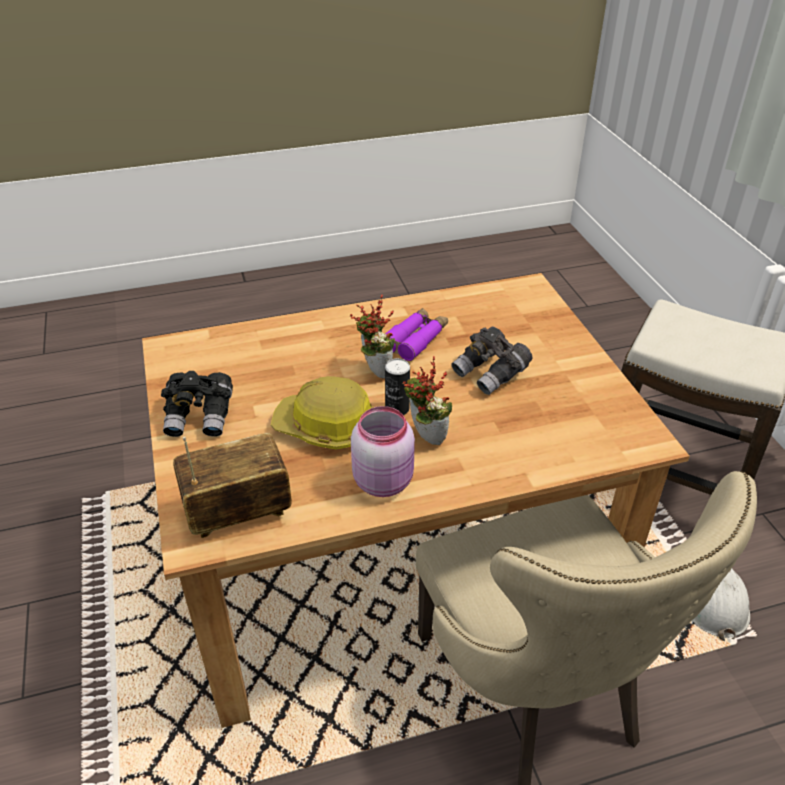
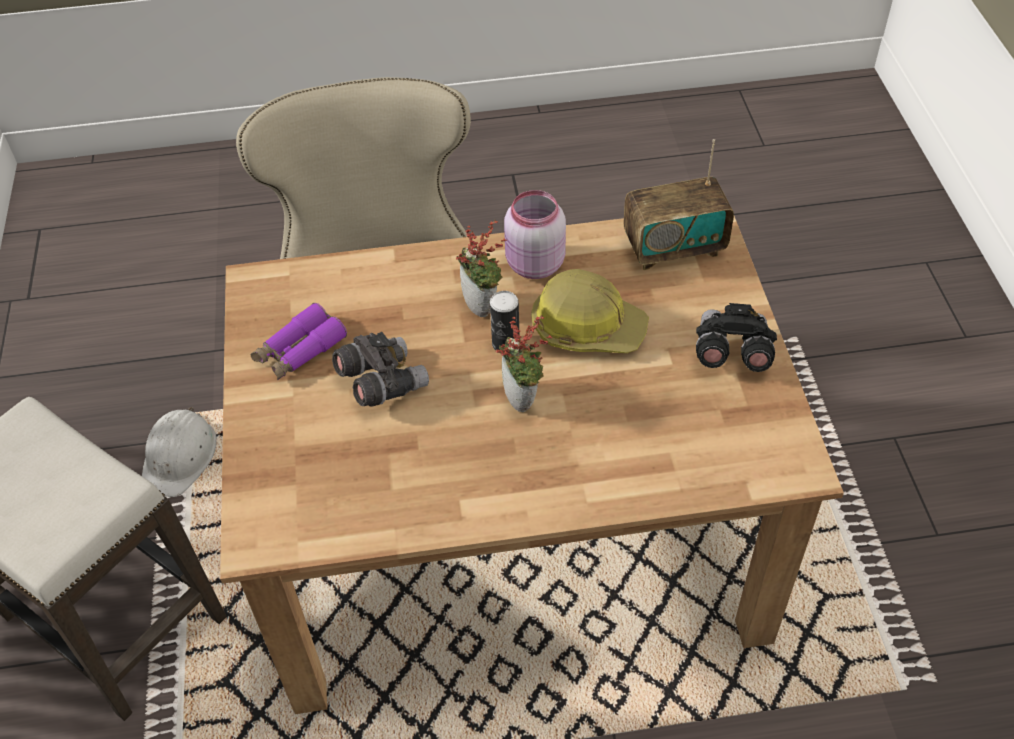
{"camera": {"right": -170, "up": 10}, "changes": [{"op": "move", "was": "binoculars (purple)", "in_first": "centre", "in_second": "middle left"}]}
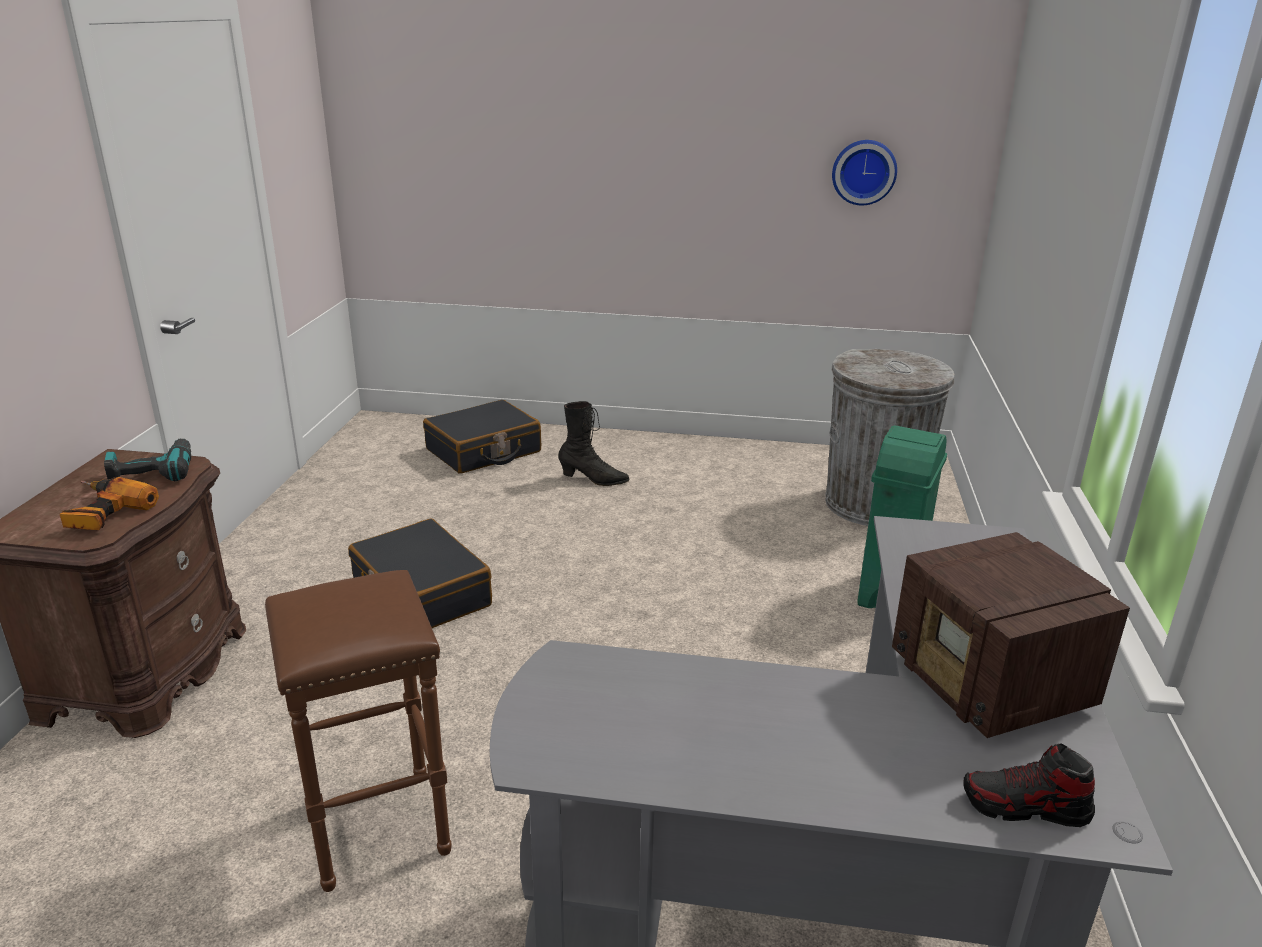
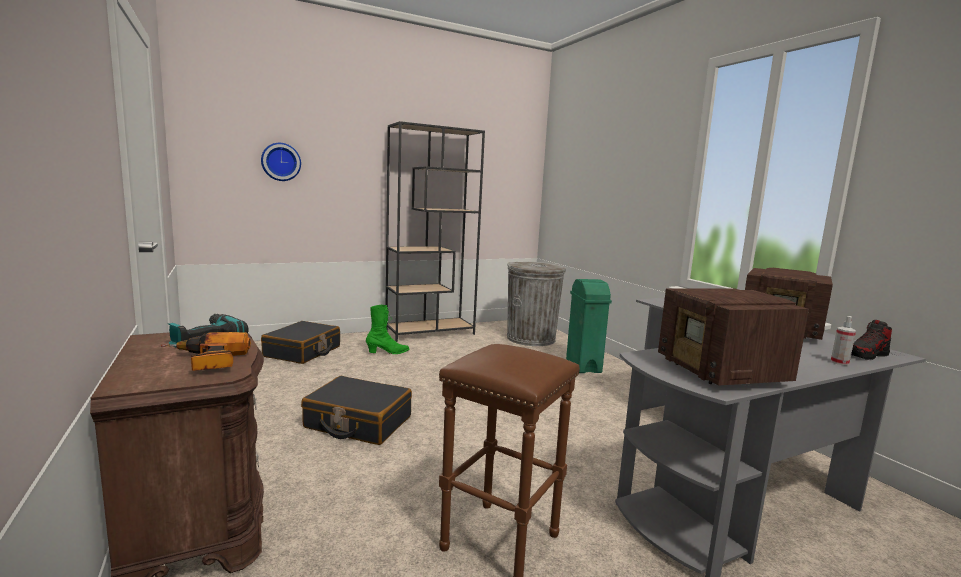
{"camera": {"right": -35, "up": -15}, "changes": [{"op": "move", "was": "wall clock", "in_first": "top right", "in_second": "top left"}, {"op": "recolor", "was": "boot (black)", "now": "boot (green)", "in_first": "centre", "in_second": "centre"}, {"op": "insert", "now": "bookcase", "in_second": "centre"}, {"op": "insert", "now": "radio (1st from left)", "in_second": "middle right"}, {"op": "insert", "now": "spray bottle", "in_second": "middle right"}]}
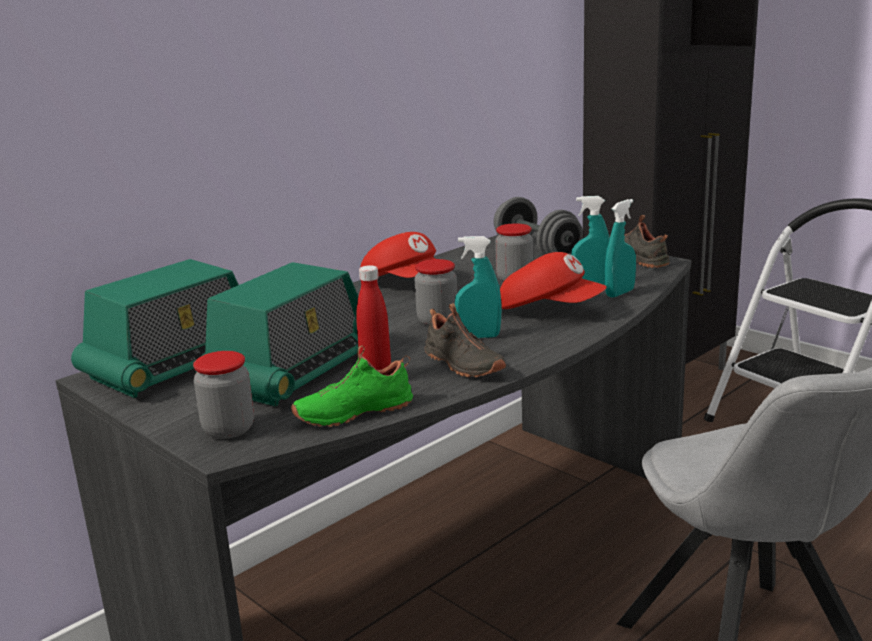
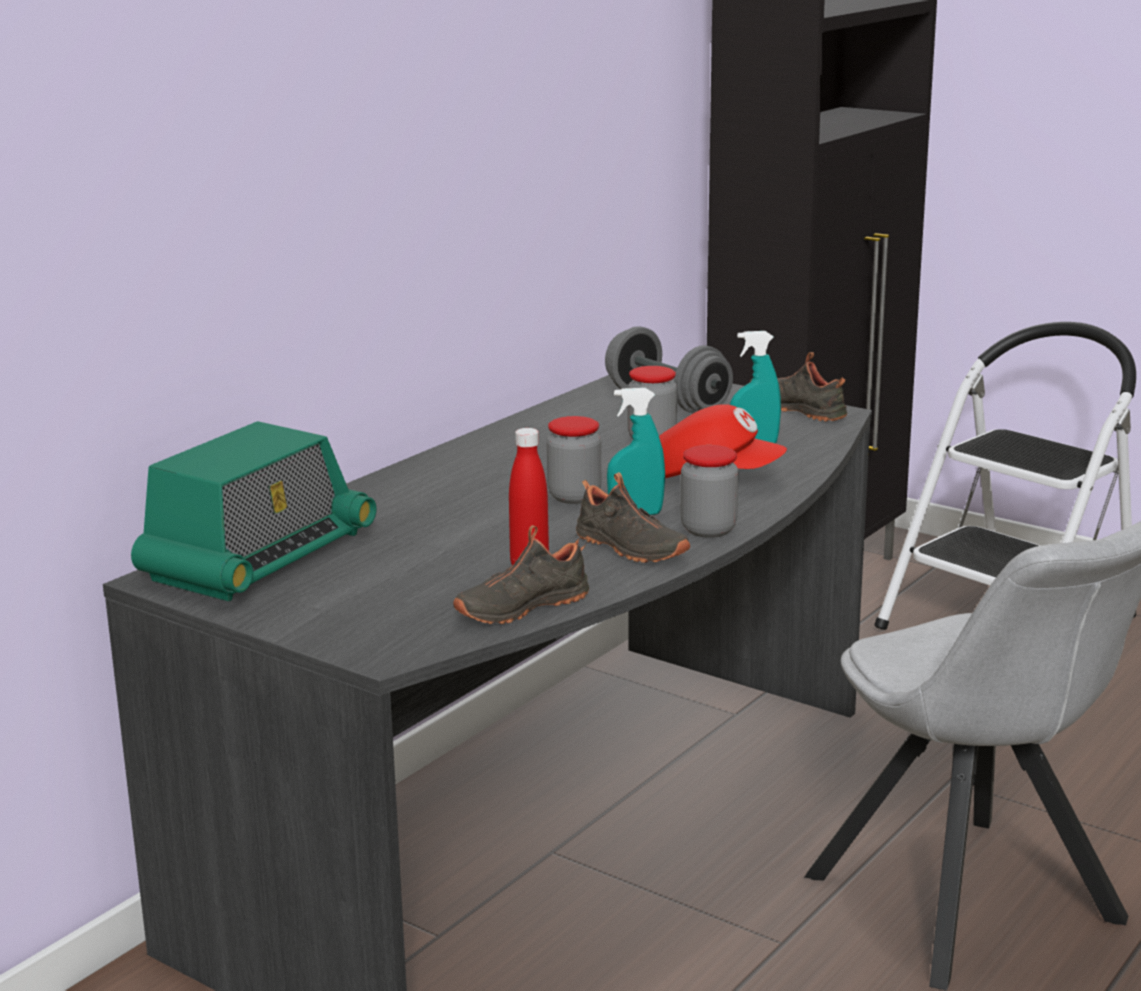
{"camera": {"right": -10, "up": 0}, "changes": [{"op": "recolor", "was": "shoe (green)", "now": "shoe (black) (1st from left)", "in_first": "centre", "in_second": "centre"}, {"op": "move", "was": "jar (1st from left in the first image)", "now": "jar (3rd from left)", "in_first": "middle left", "in_second": "centre"}, {"op": "delete", "was": "radio (2nd from left)", "in_first": "middle left"}, {"op": "delete", "was": "cap (red) (1st from left)", "in_first": "centre"}, {"op": "delete", "was": "spray bottle (turquoise) (3rd from left)", "in_first": "middle right"}]}
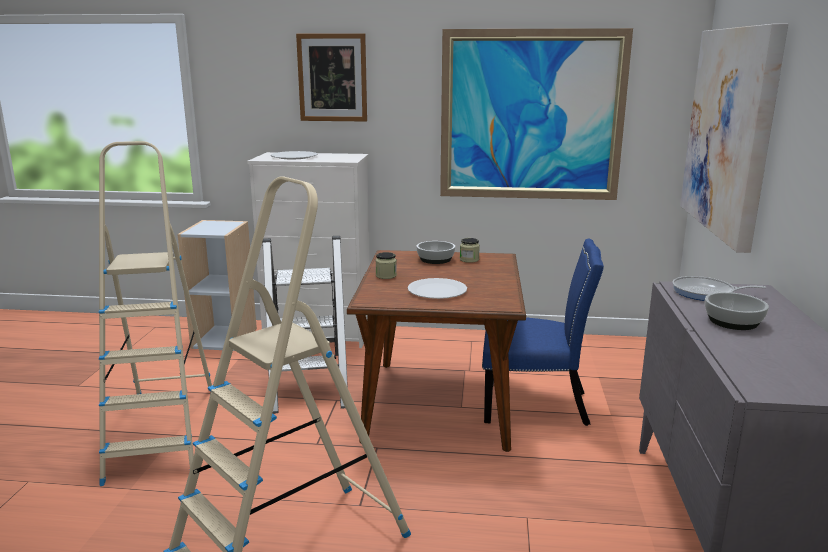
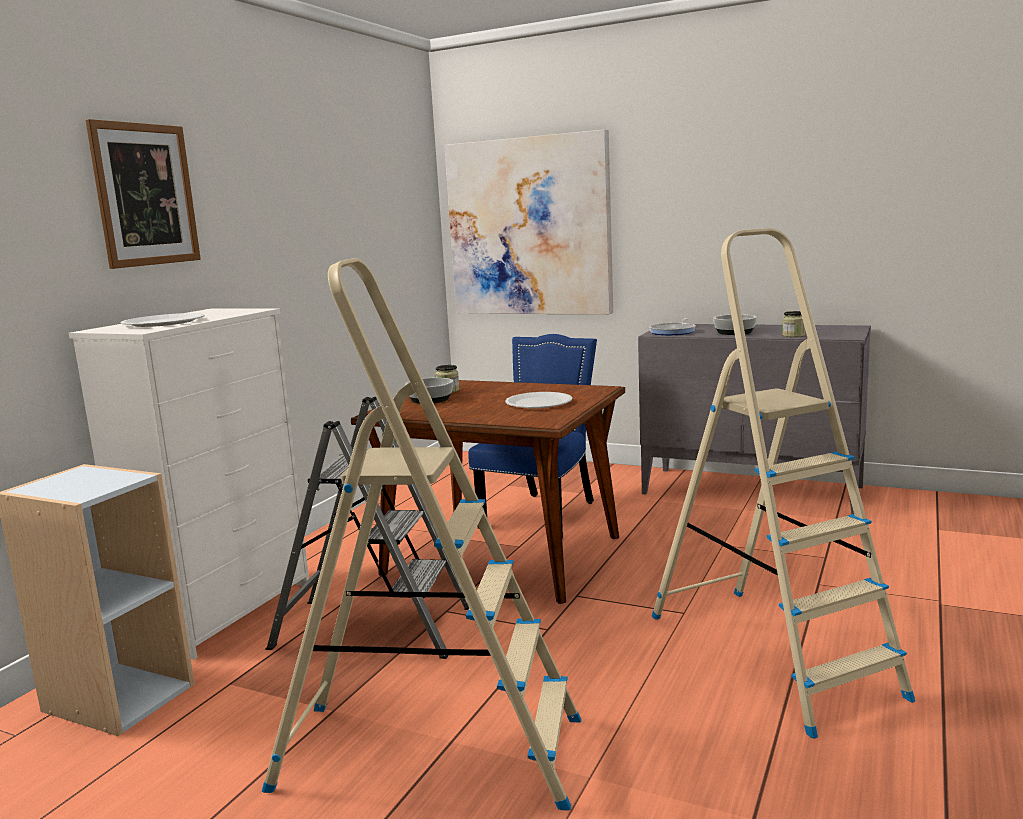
{"camera": {"right": -70, "up": -5}, "changes": [{"op": "move", "was": "jar (1st from left in the first image)", "now": "jar (2nd from left)", "in_first": "centre", "in_second": "middle right"}, {"op": "delete", "was": "picture (2nd from left)", "in_first": "top centre"}]}
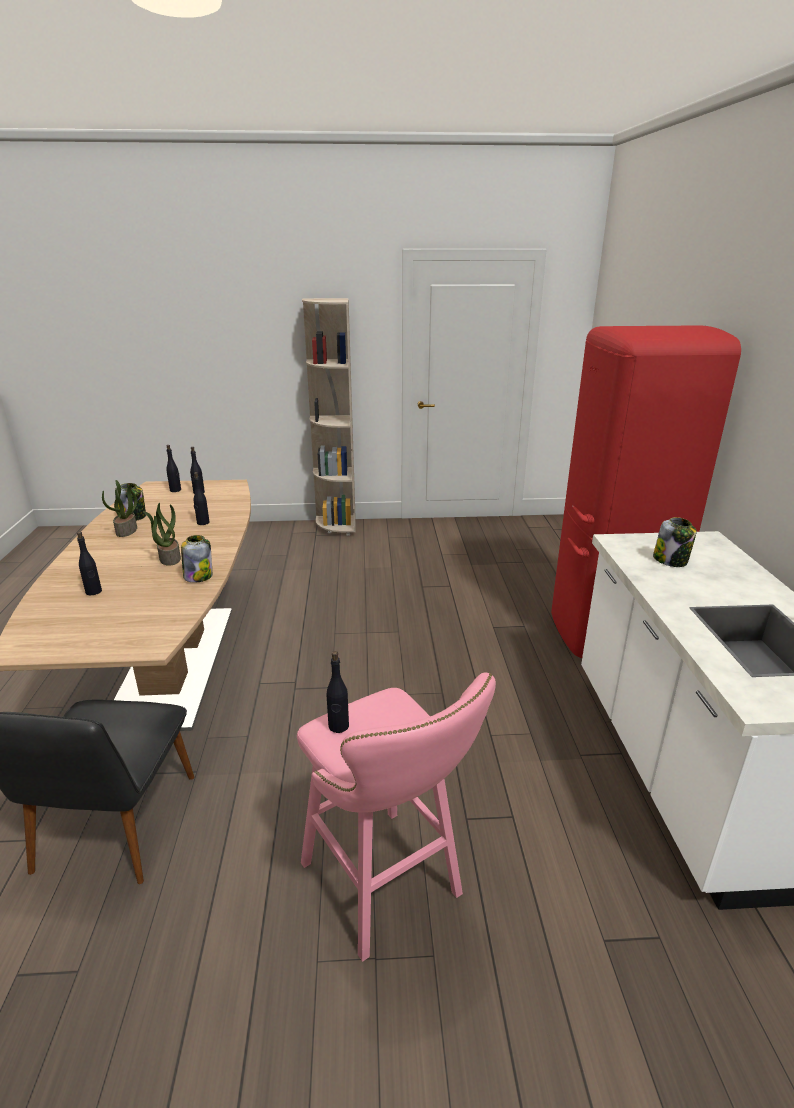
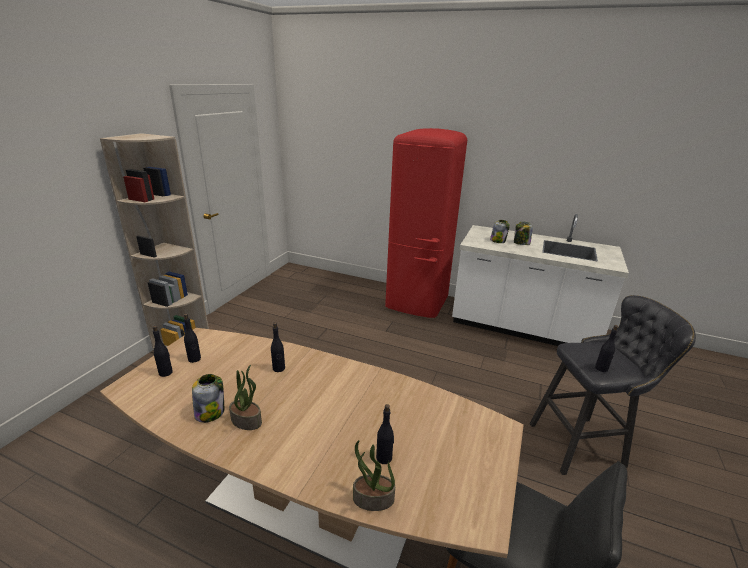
{"camera": {"right": -65, "up": 0}, "changes": [{"op": "move", "was": "potted plant (2nd from left)", "in_first": "middle left", "in_second": "bottom centre"}, {"op": "move", "was": "jar (2nd from left in the first image)", "now": "jar (3rd from left)", "in_first": "middle left", "in_second": "middle right"}, {"op": "recolor", "was": "stool (pink)", "now": "stool (black)", "in_first": "bottom centre", "in_second": "bottom right"}]}
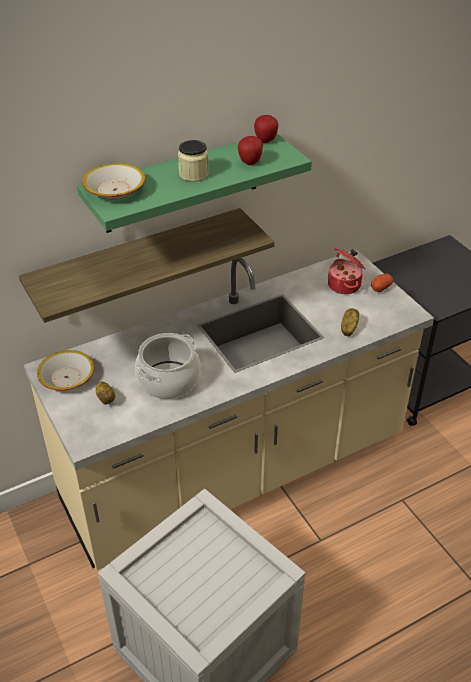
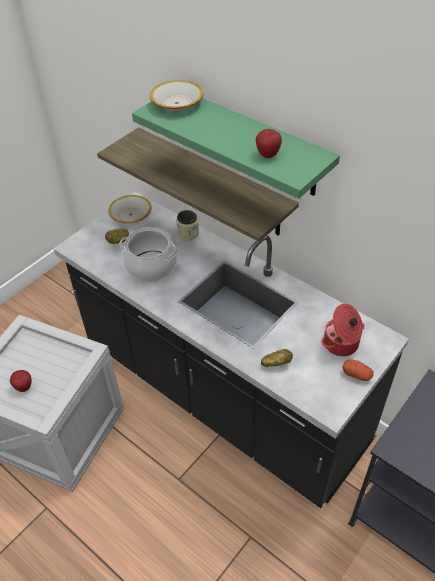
{"camera": {"right": 70, "up": 5}, "changes": [{"op": "move", "was": "apple (2nd from left in the first image)", "now": "apple (1st from left)", "in_first": "top centre", "in_second": "middle left"}, {"op": "recolor", "was": "counter (beige)", "now": "counter (black)", "in_first": "centre", "in_second": "centre"}, {"op": "move", "was": "jar", "in_first": "top centre", "in_second": "centre"}]}
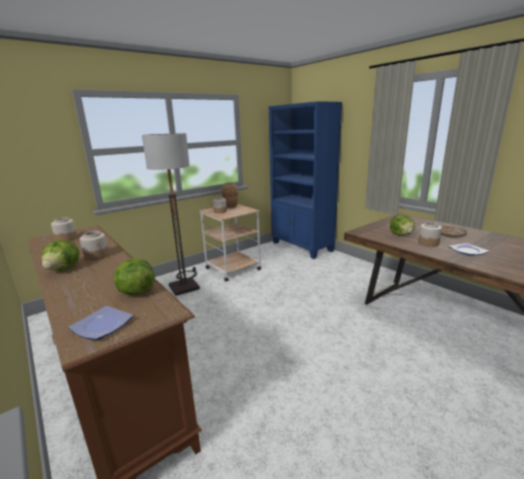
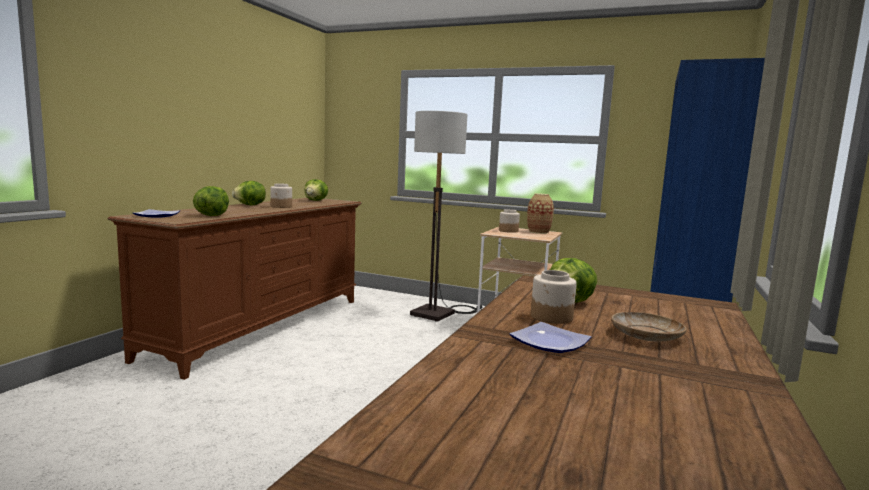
{"camera": {"right": 60, "up": -10}, "changes": [{"op": "replace", "was": "jar (1st from left)", "now": "lettuce (3rd from left)", "in_first": "middle left", "in_second": "centre"}]}
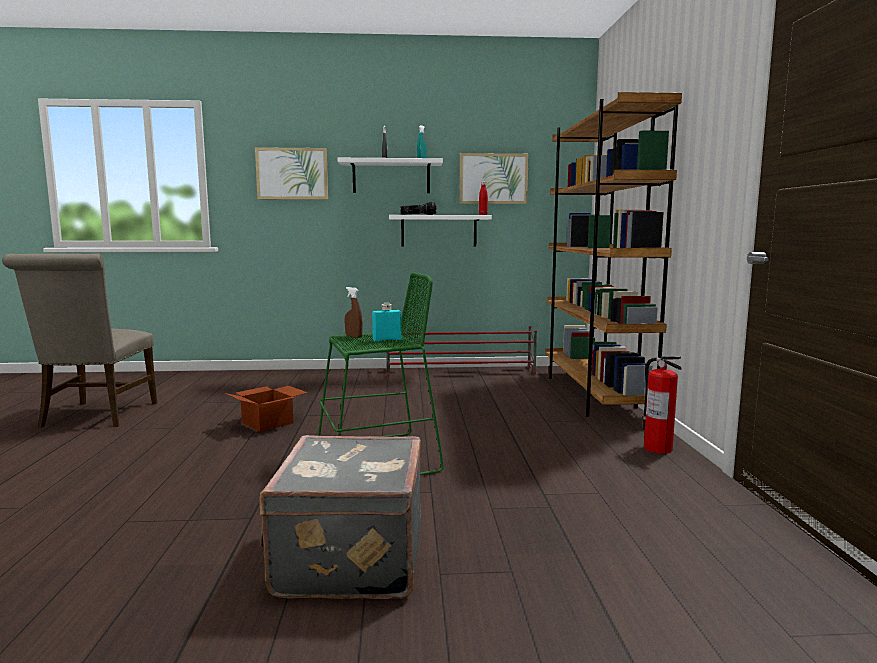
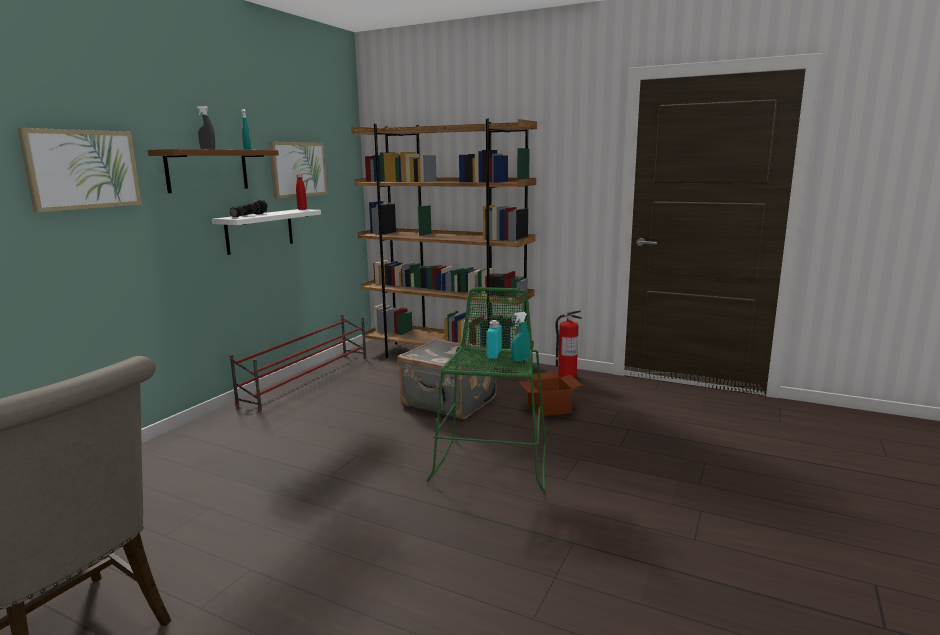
{"camera": {"right": -60, "up": 5}, "changes": [{"op": "recolor", "was": "shelf (white) (1st from left)", "now": "shelf (brown)", "in_first": "top centre", "in_second": "top left"}, {"op": "move", "was": "suitcase (grey)", "in_first": "bottom centre", "in_second": "centre"}, {"op": "insert", "now": "spray bottle (turquoise) (2nd from left)", "in_second": "centre"}, {"op": "move", "was": "cardboard box", "in_first": "middle left", "in_second": "centre"}, {"op": "delete", "was": "spray bottle (brown)", "in_first": "centre"}]}
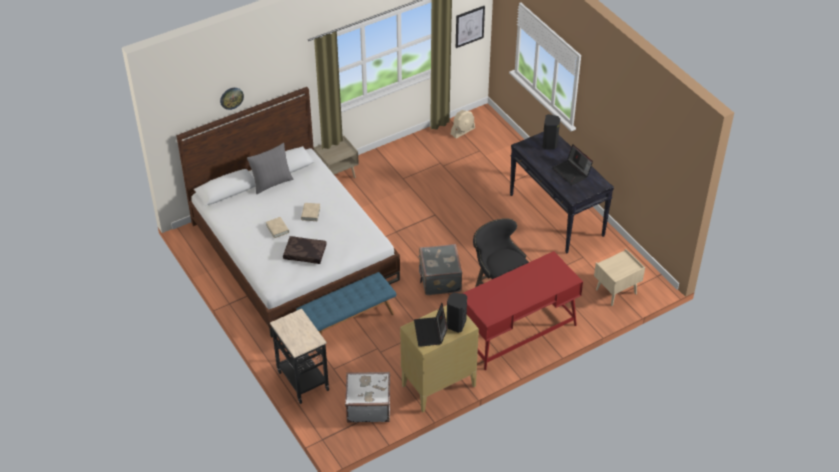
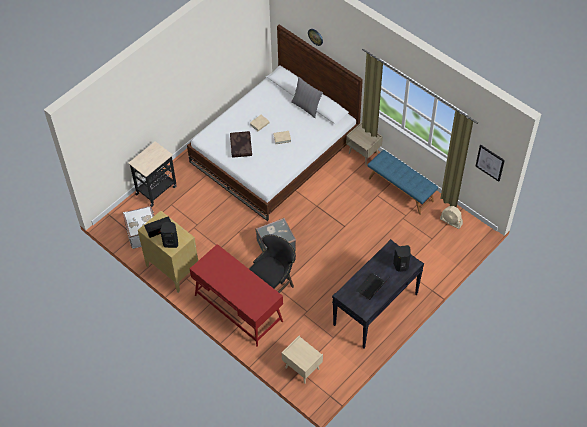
{"camera": {"right": 75, "up": 10}, "changes": [{"op": "move", "was": "bench (blue)", "in_first": "centre", "in_second": "middle right"}]}
